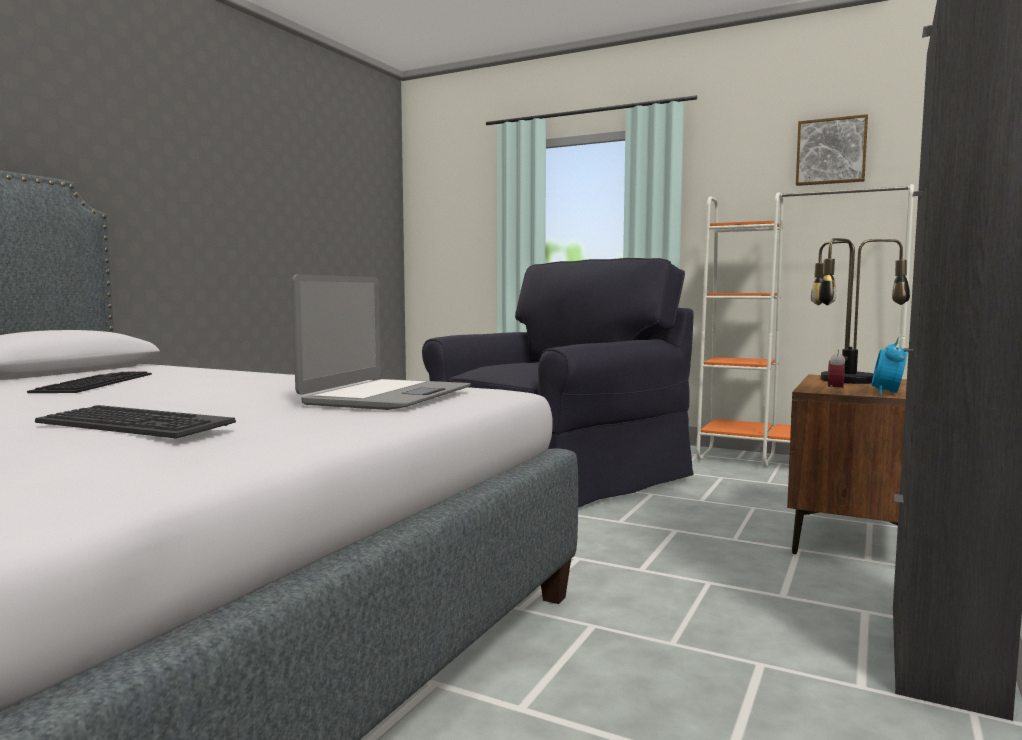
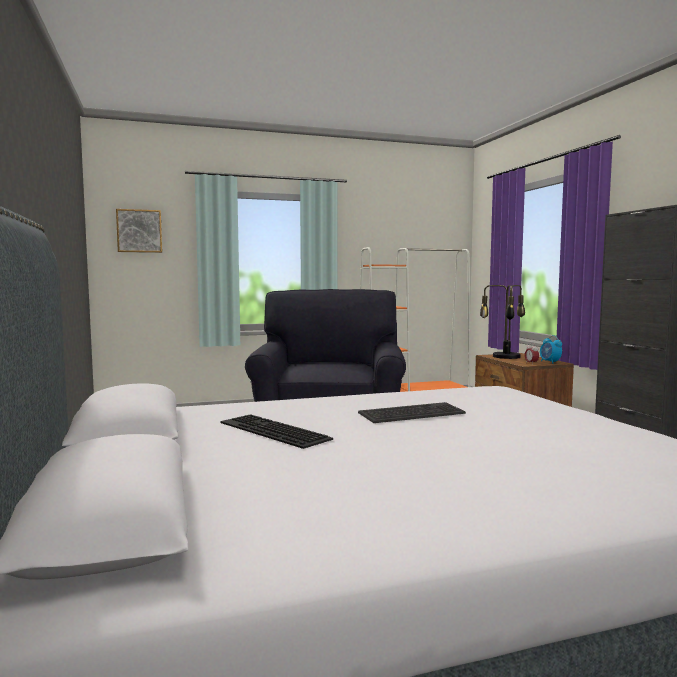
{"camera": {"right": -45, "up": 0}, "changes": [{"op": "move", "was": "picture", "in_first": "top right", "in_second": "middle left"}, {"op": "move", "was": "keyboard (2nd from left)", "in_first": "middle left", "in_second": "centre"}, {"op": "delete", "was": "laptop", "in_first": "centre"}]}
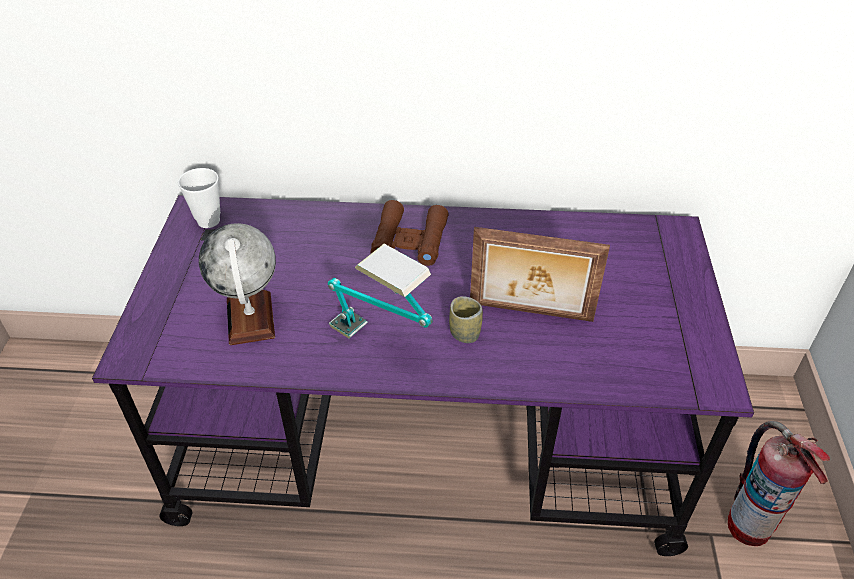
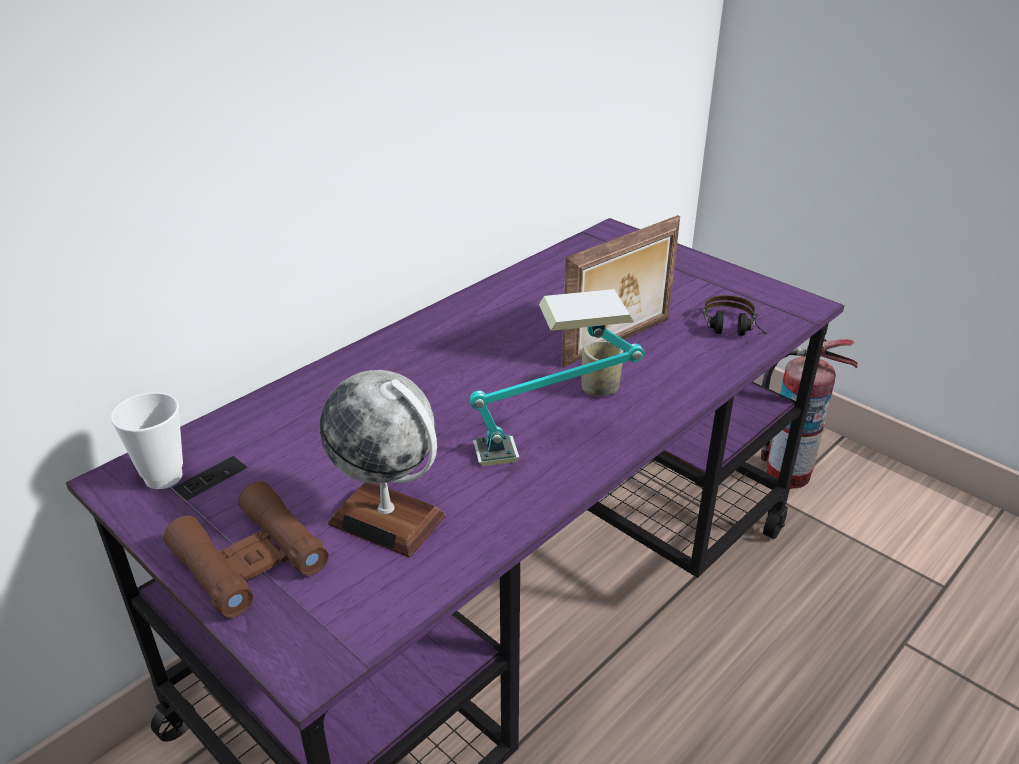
{"camera": {"right": -50, "up": -10}, "changes": [{"op": "move", "was": "binoculars (brown)", "in_first": "centre", "in_second": "bottom left"}, {"op": "insert", "now": "headphones", "in_second": "middle right"}]}
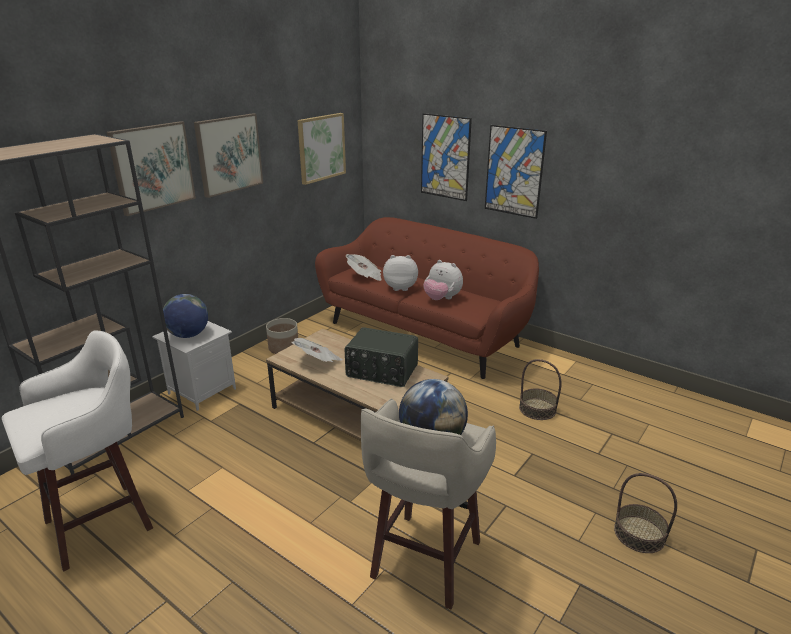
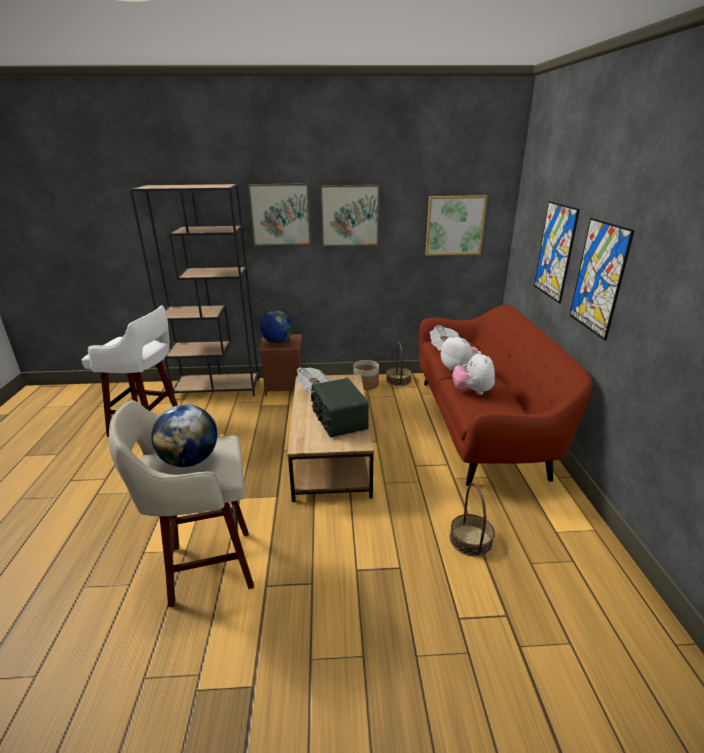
{"camera": {"right": 50, "up": 0}, "changes": [{"op": "recolor", "was": "nightstand (grey)", "now": "nightstand (brown)", "in_first": "middle left", "in_second": "centre"}, {"op": "move", "was": "basket (2nd from left in the first image)", "now": "basket (1st from left)", "in_first": "bottom right", "in_second": "centre"}]}
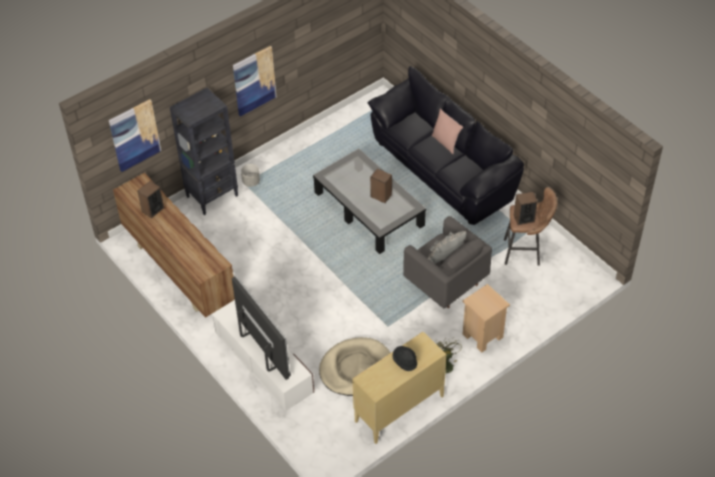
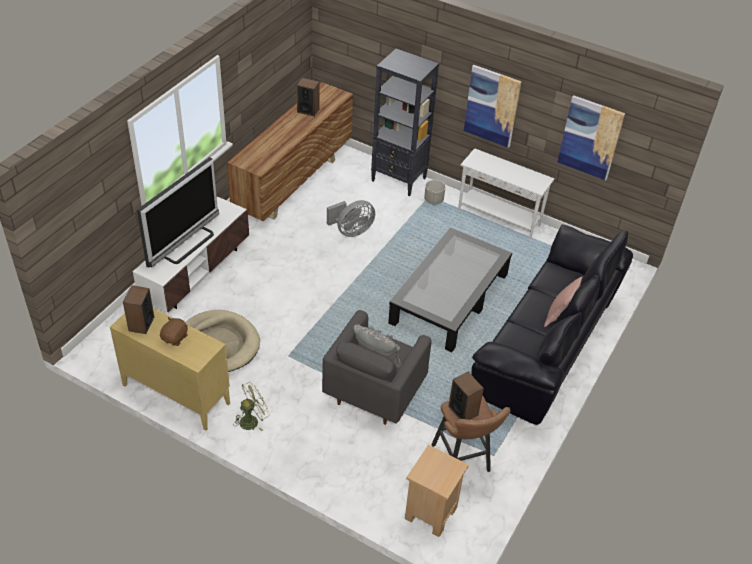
{"camera": {"right": 65, "up": -5}, "changes": [{"op": "move", "was": "speaker (2nd from left in the first image)", "now": "speaker (1st from left)", "in_first": "centre", "in_second": "middle left"}, {"op": "replace", "was": "hat (black)", "now": "plush toy (brown)", "in_first": "bottom centre", "in_second": "middle left"}, {"op": "insert", "now": "fan (grey)", "in_second": "centre"}, {"op": "move", "was": "nightstand (beige)", "in_first": "bottom right", "in_second": "bottom centre"}, {"op": "insert", "now": "console table (white)", "in_second": "middle right"}, {"op": "move", "was": "picture (1st from left in the first image)", "now": "picture (2nd from left)", "in_first": "top left", "in_second": "top right"}]}
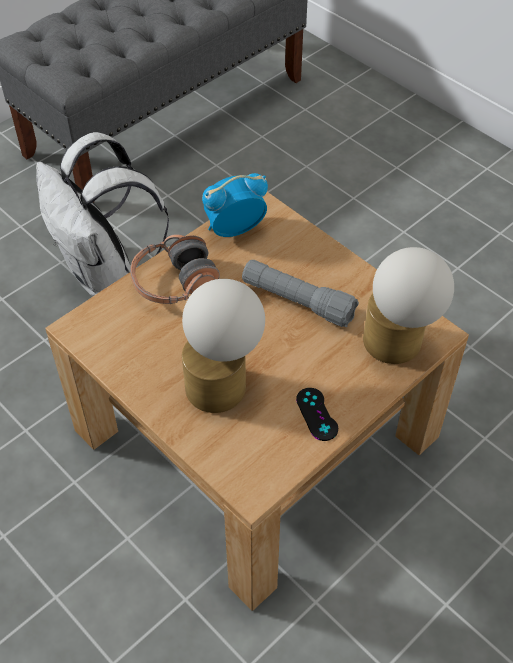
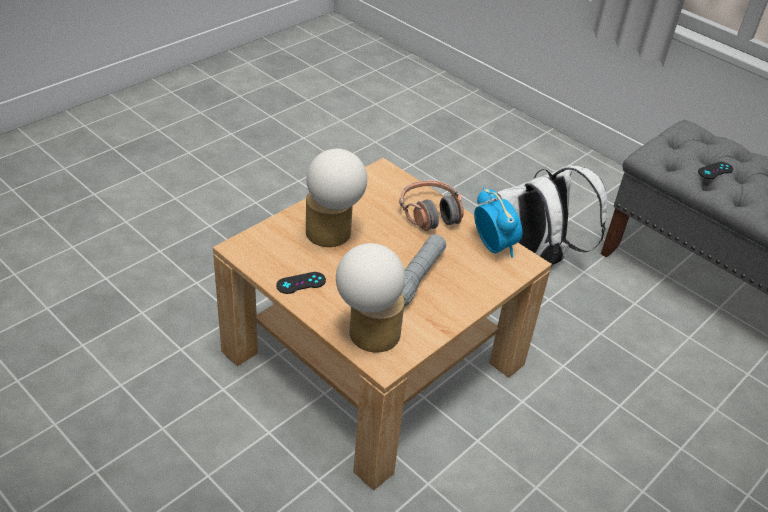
{"camera": {"right": 85, "up": -10}, "changes": [{"op": "insert", "now": "game controller (black) (2nd from left)", "in_second": "top right"}]}
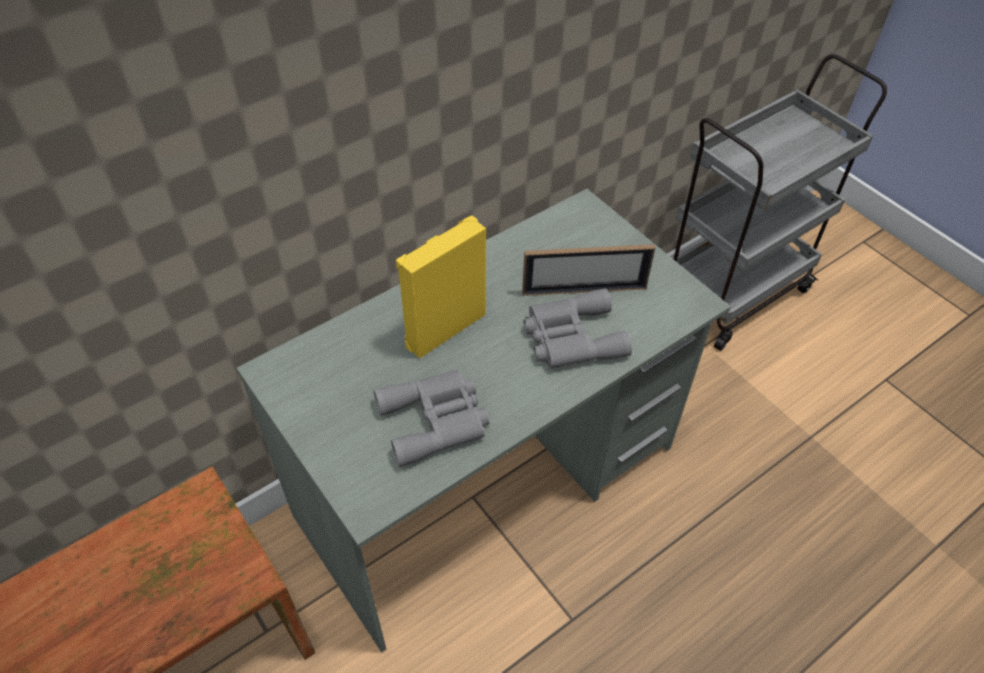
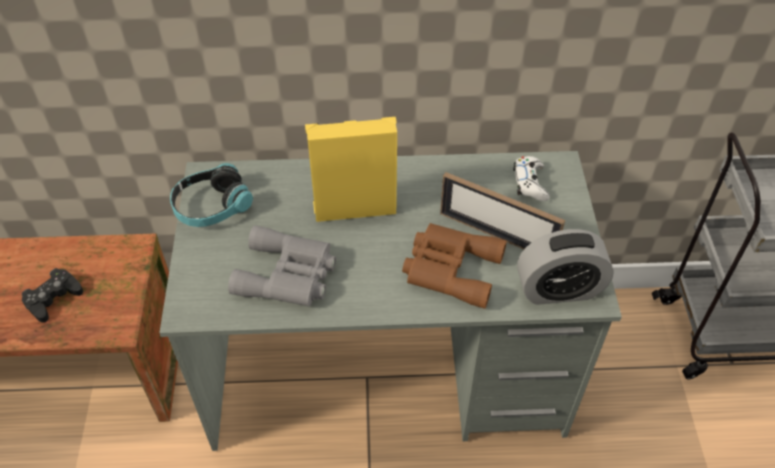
{"camera": {"right": 35, "up": 0}, "changes": [{"op": "insert", "now": "game controller (black)", "in_second": "middle left"}, {"op": "insert", "now": "headphones", "in_second": "middle left"}, {"op": "recolor", "was": "binoculars (grey) (2nd from left)", "now": "binoculars (brown)", "in_first": "centre", "in_second": "centre"}, {"op": "insert", "now": "game controller (white)", "in_second": "middle right"}, {"op": "insert", "now": "alarm clock", "in_second": "middle right"}]}
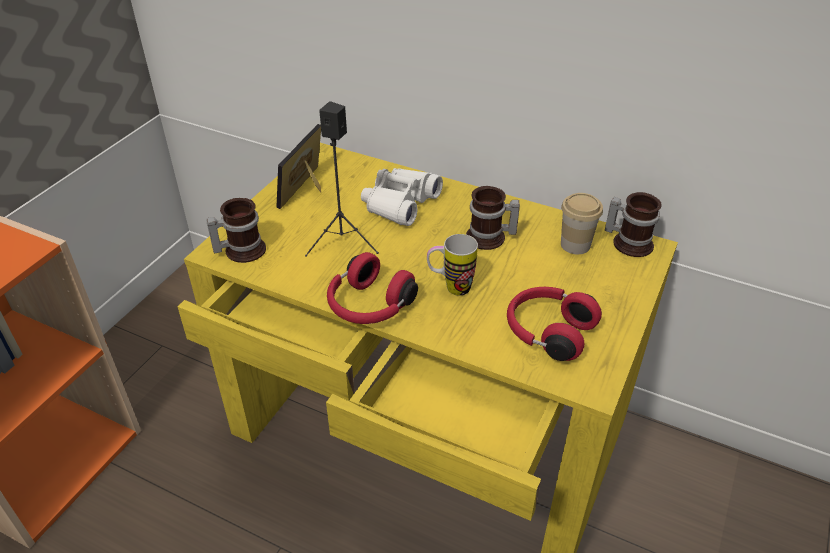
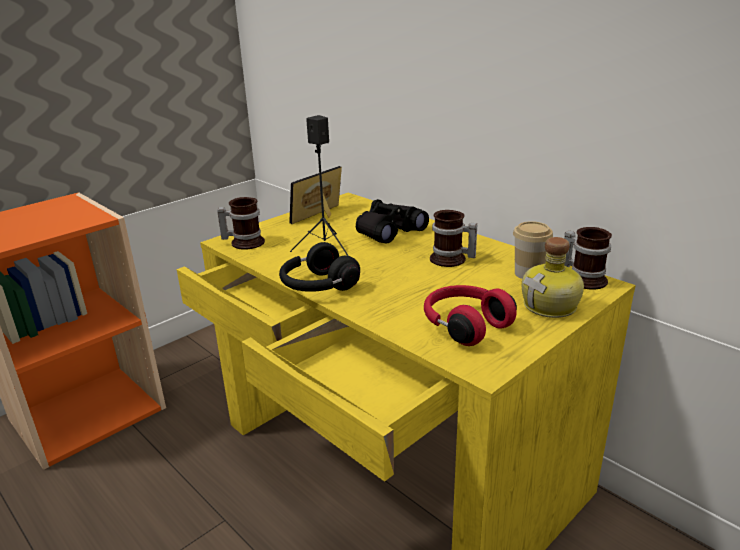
{"camera": {"right": 20, "up": -15}, "changes": [{"op": "recolor", "was": "headphones (red) (1st from left)", "now": "headphones (black)", "in_first": "centre", "in_second": "centre"}, {"op": "recolor", "was": "binoculars (white)", "now": "binoculars (black)", "in_first": "centre", "in_second": "centre"}, {"op": "insert", "now": "bottle", "in_second": "middle right"}, {"op": "delete", "was": "mug (2nd from left)", "in_first": "centre"}]}
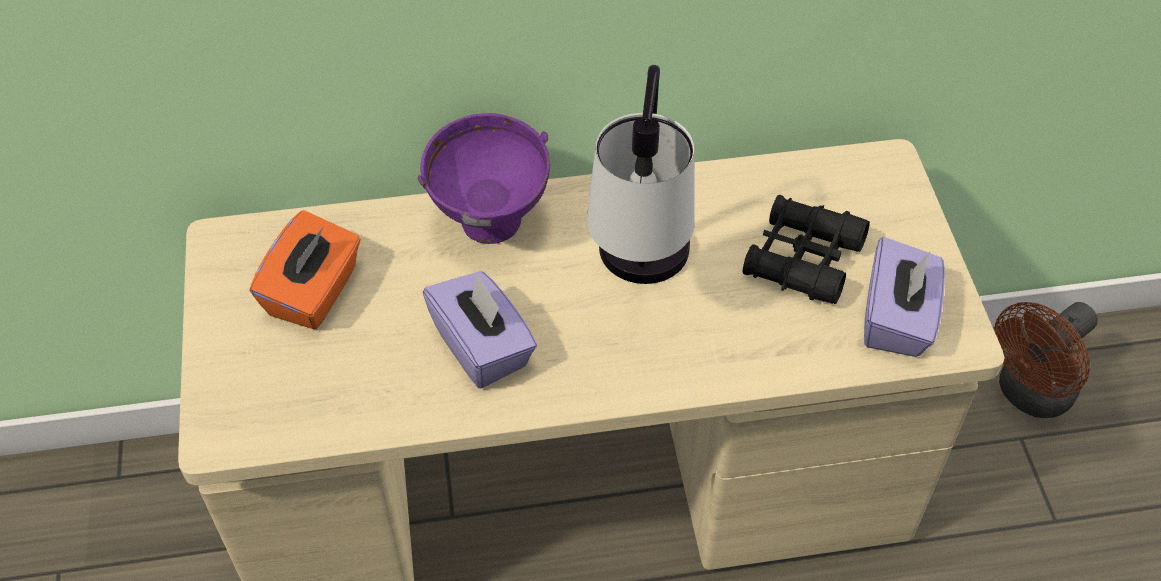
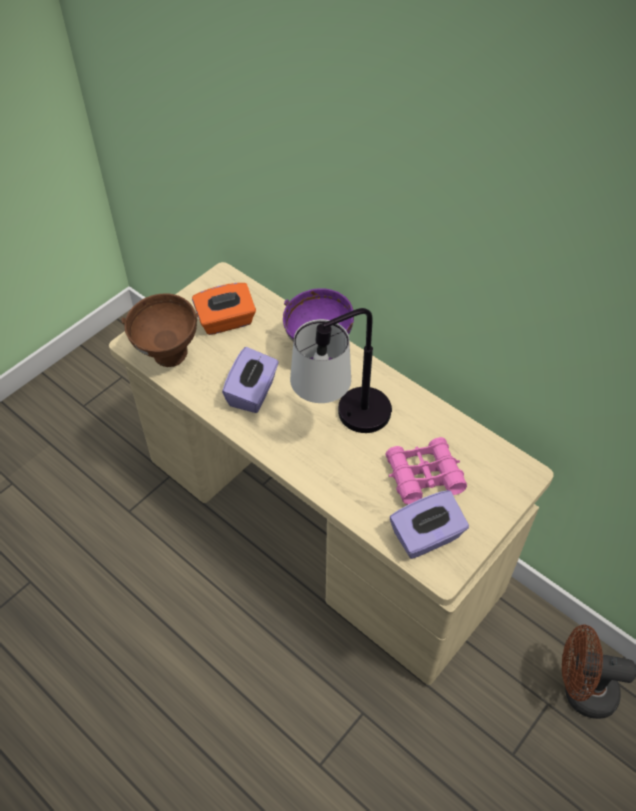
{"camera": {"right": 50, "up": 0}, "changes": [{"op": "insert", "now": "bowl (brown)", "in_second": "middle left"}, {"op": "recolor", "was": "binoculars (black)", "now": "binoculars (pink)", "in_first": "middle right", "in_second": "middle right"}]}
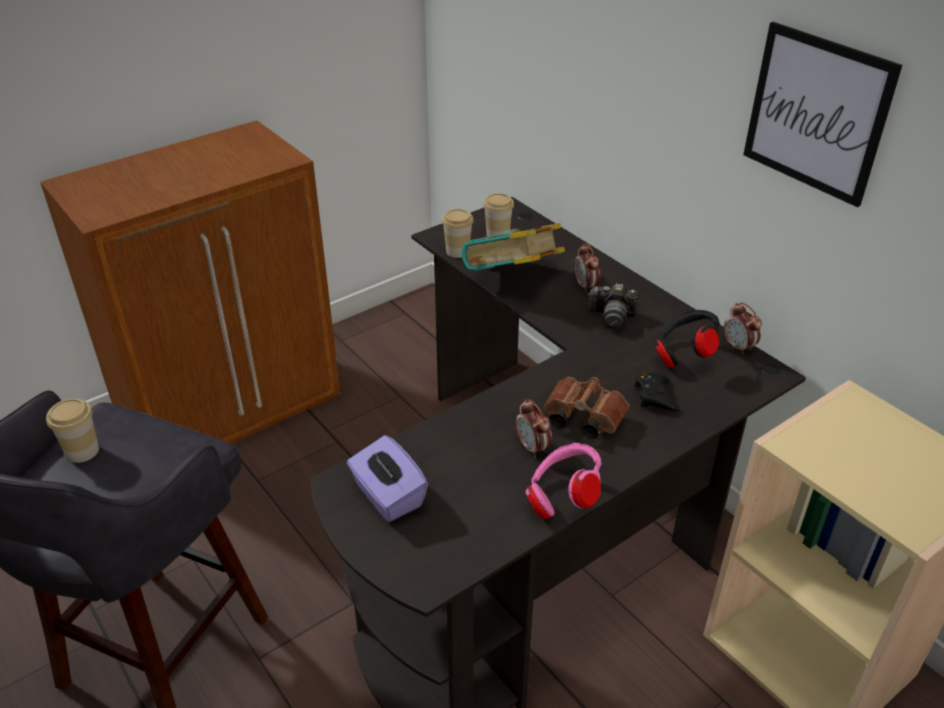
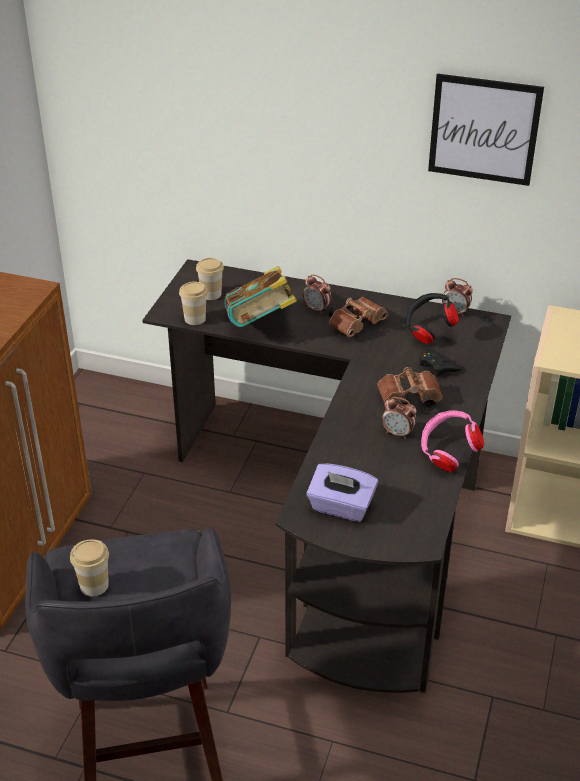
{"camera": {"right": -35, "up": 0}, "changes": [{"op": "replace", "was": "photo camera", "now": "binoculars (brown) (1st from left)", "in_first": "centre", "in_second": "centre"}]}
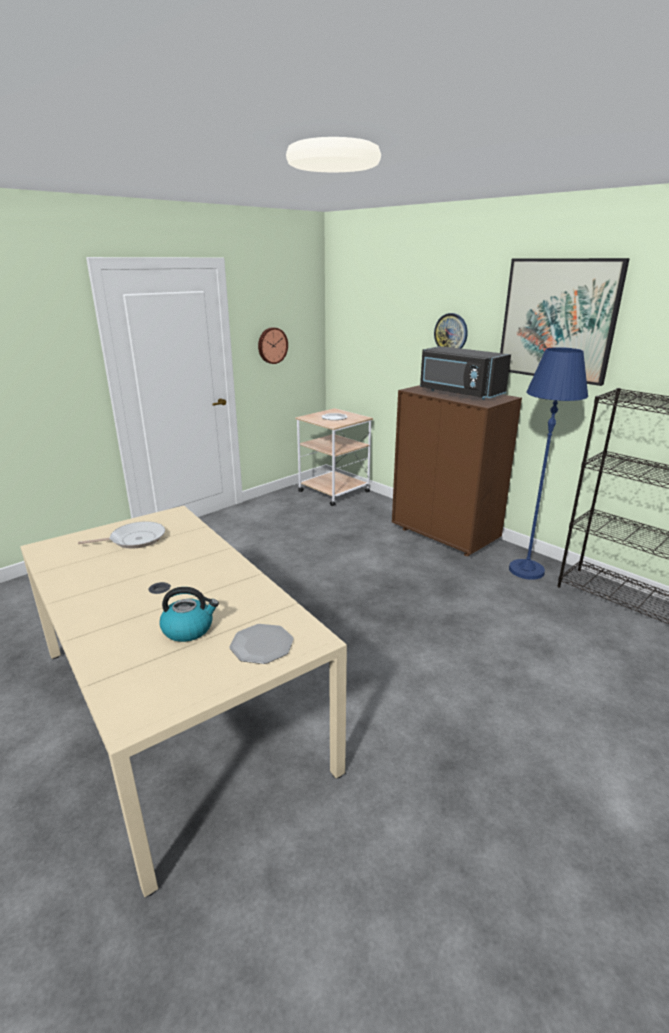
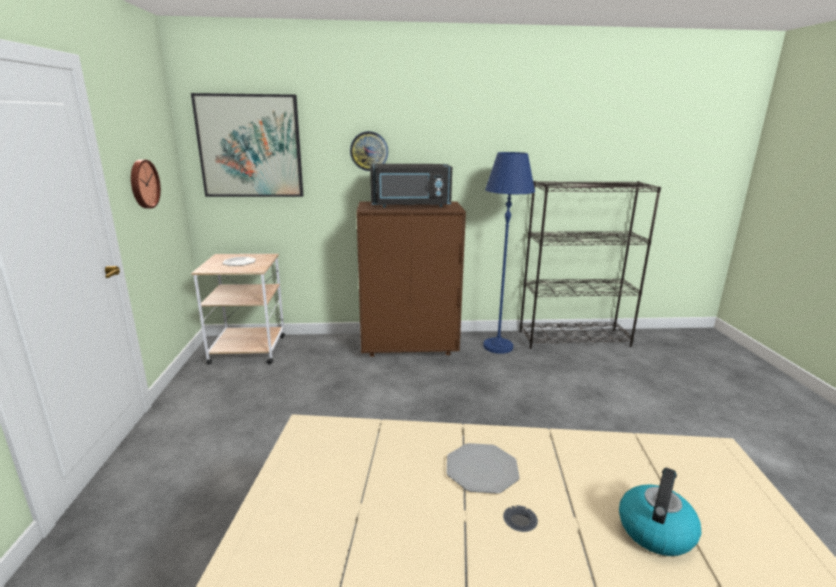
{"camera": {"right": -50, "up": -5}, "changes": [{"op": "move", "was": "picture", "in_first": "top right", "in_second": "top left"}, {"op": "move", "was": "plate (1st from left in the first image)", "now": "plate (2nd from left)", "in_first": "centre", "in_second": "bottom centre"}, {"op": "delete", "was": "frying pan", "in_first": "middle left"}]}
